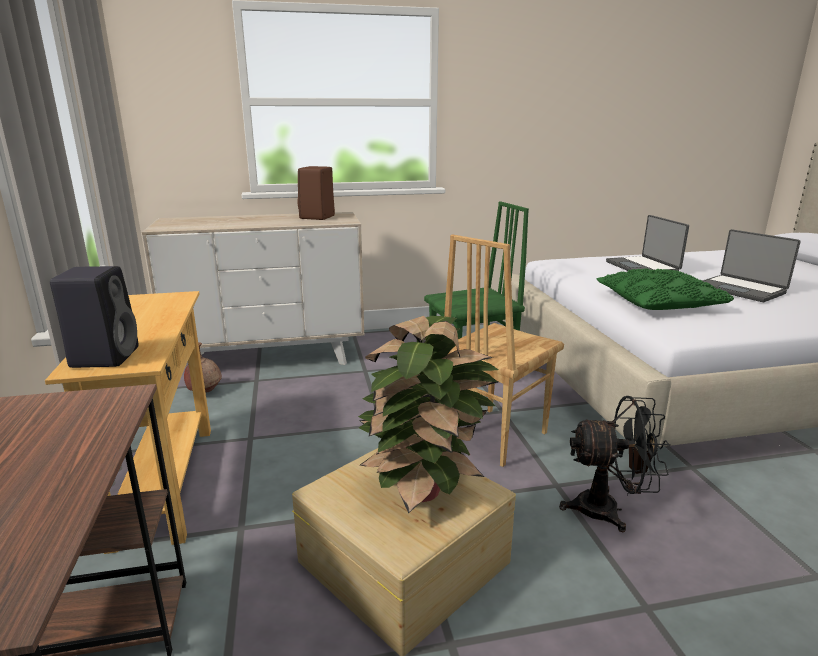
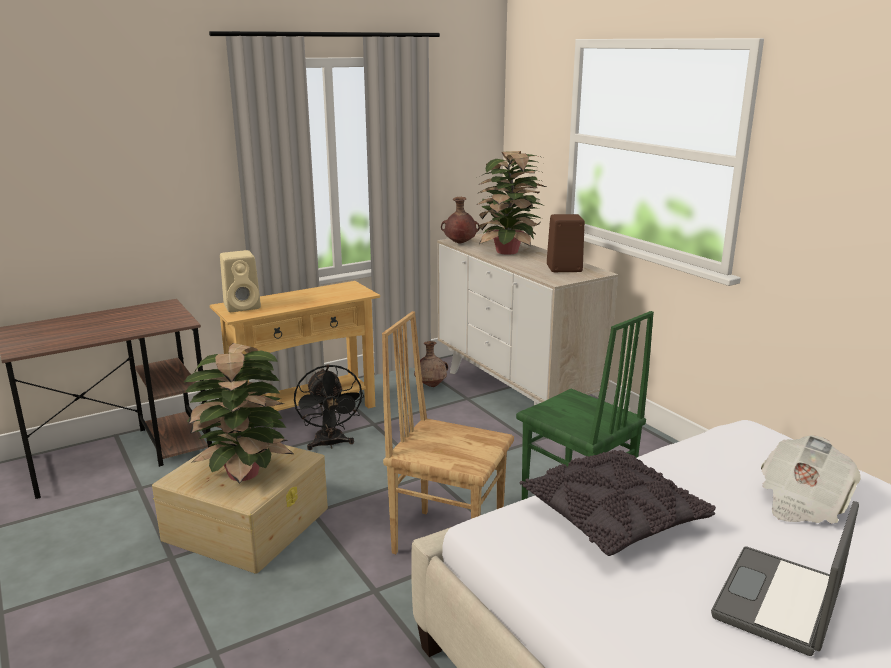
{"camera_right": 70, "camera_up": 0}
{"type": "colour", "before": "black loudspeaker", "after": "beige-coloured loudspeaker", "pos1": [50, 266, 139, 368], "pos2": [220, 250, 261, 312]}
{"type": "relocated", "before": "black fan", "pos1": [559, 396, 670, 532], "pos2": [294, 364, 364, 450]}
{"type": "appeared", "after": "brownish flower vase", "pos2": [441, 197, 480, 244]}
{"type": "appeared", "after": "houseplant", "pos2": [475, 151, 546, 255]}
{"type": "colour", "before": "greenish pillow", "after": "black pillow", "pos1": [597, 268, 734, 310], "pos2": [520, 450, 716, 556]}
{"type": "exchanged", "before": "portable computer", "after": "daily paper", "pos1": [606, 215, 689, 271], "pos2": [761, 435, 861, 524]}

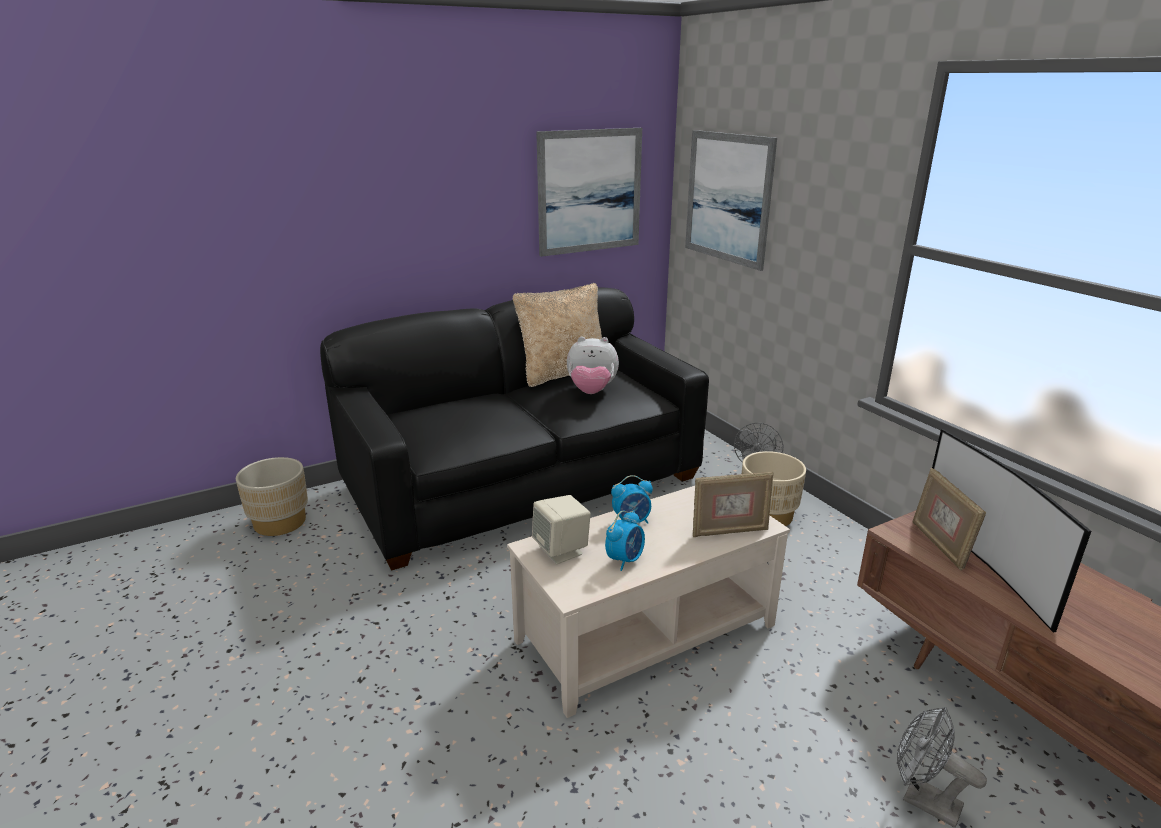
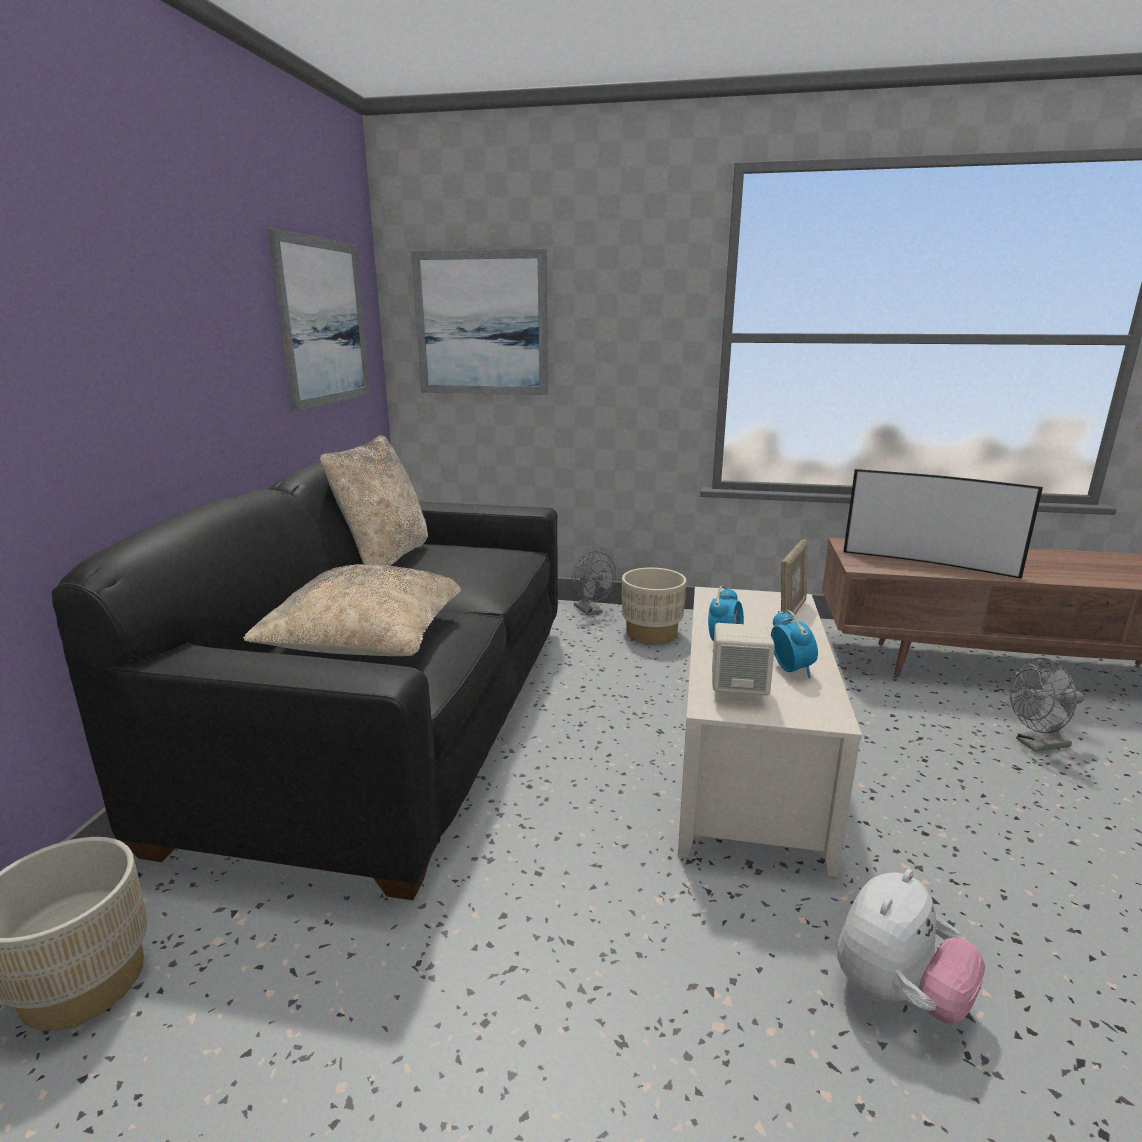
{"camera_right": -50, "camera_up": -5}
{"type": "appeared", "after": "beige-coloured pillow", "pos2": [243, 564, 461, 656]}
{"type": "relocated", "before": "plush toy", "pos1": [567, 337, 619, 394], "pos2": [837, 869, 985, 1024]}
{"type": "missing", "before": "picture frame", "pos1": [912, 468, 986, 570]}

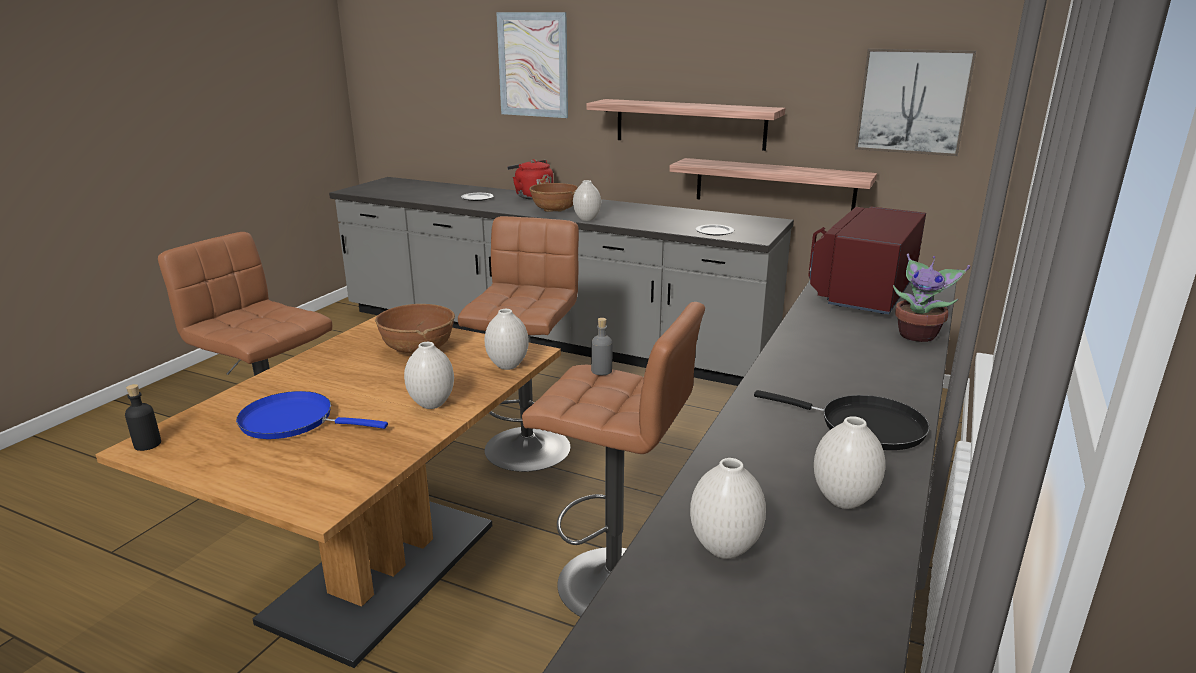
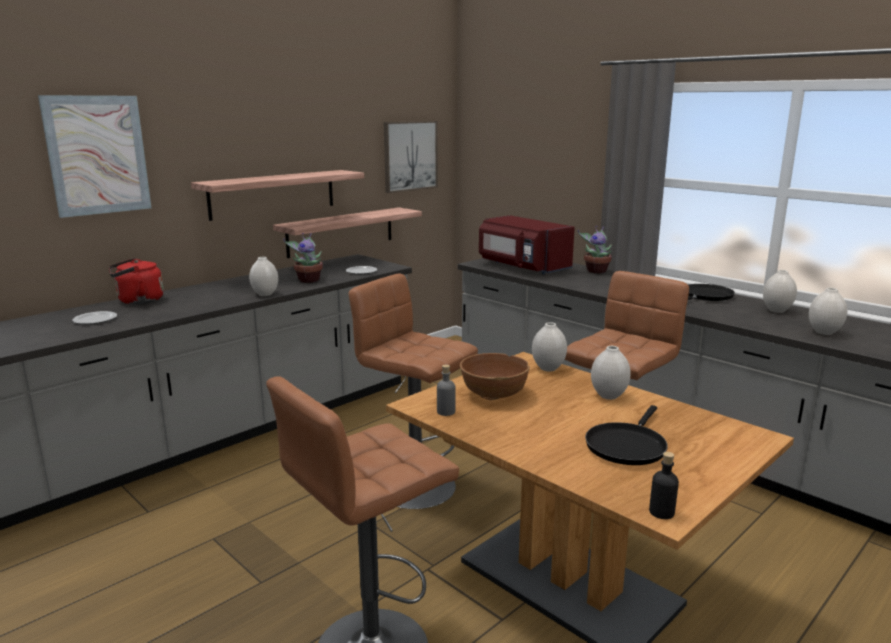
{"camera_right": -70, "camera_up": -5}
{"type": "appeared", "after": "houseplant", "pos2": [283, 233, 323, 283]}
{"type": "relocated", "before": "gray bottle", "pos1": [591, 318, 613, 375], "pos2": [437, 365, 456, 416]}
{"type": "colour", "before": "blue skillet", "after": "black skillet", "pos1": [236, 391, 388, 439], "pos2": [585, 405, 668, 465]}
{"type": "missing", "before": "brownish bowl", "pos1": [529, 183, 578, 212]}

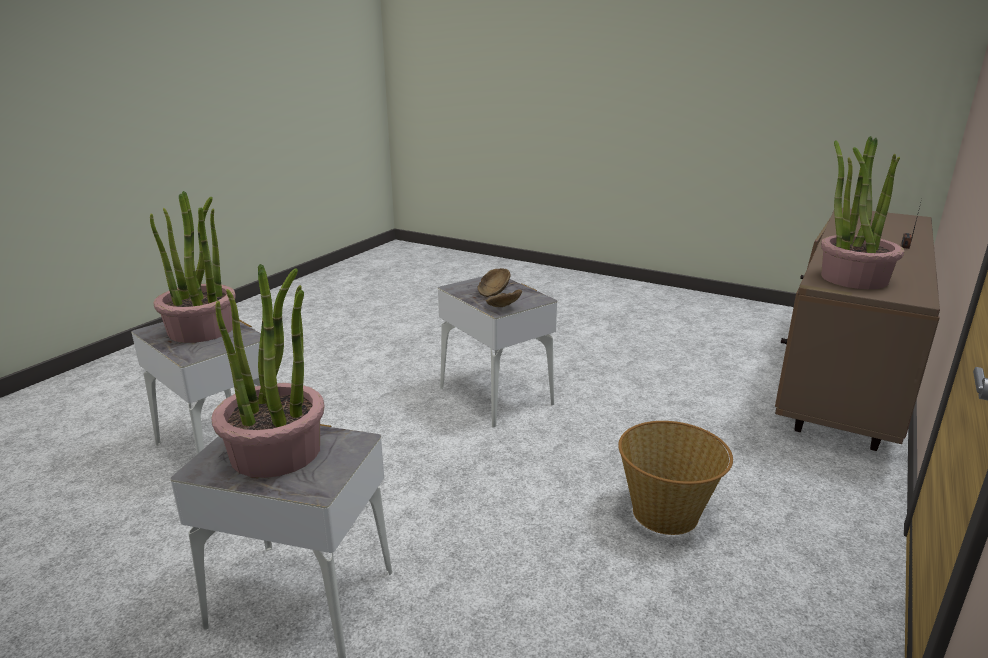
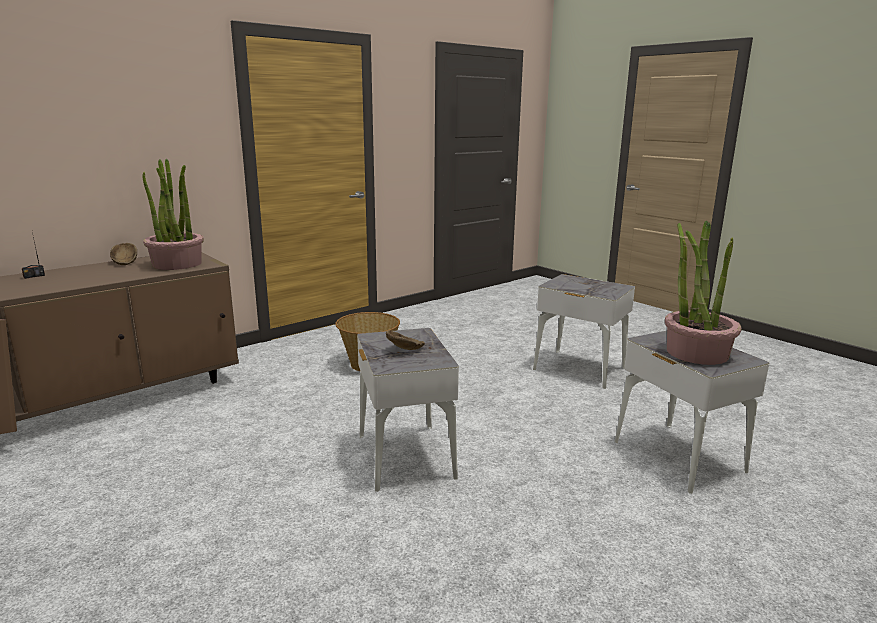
{"camera_right": -160, "camera_up": -5}
{"type": "relocated", "before": "brownish bowl", "pos1": [486, 289, 522, 307], "pos2": [110, 243, 137, 265]}
{"type": "missing", "before": "houseplant", "pos1": [211, 264, 325, 478]}

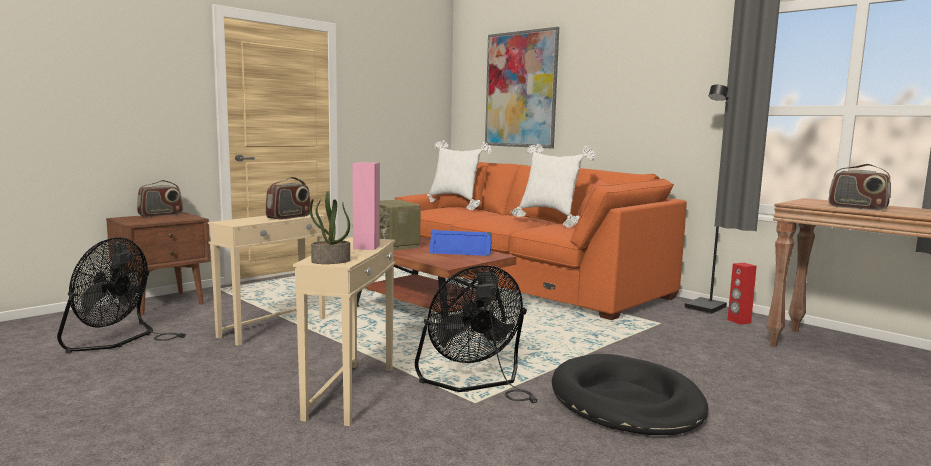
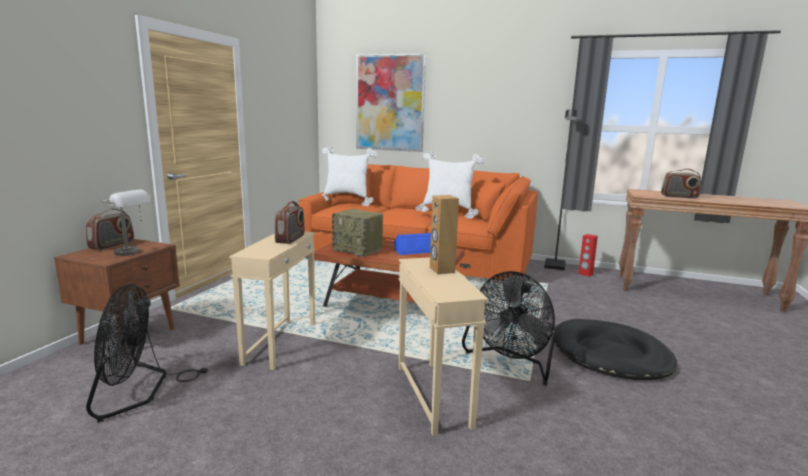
{"camera_right": -25, "camera_up": 5}
{"type": "appeared", "after": "gray table lamp", "pos2": [101, 189, 152, 256]}
{"type": "colour", "before": "pink-coloured loudspeaker", "after": "brownish loudspeaker", "pos1": [352, 162, 380, 250], "pos2": [430, 195, 459, 274]}
{"type": "spun", "before": "black fan", "pos1": [415, 265, 537, 403], "pos2": [462, 271, 559, 385], "turn": -90}
{"type": "missing", "before": "houseplant", "pos1": [309, 191, 350, 264]}

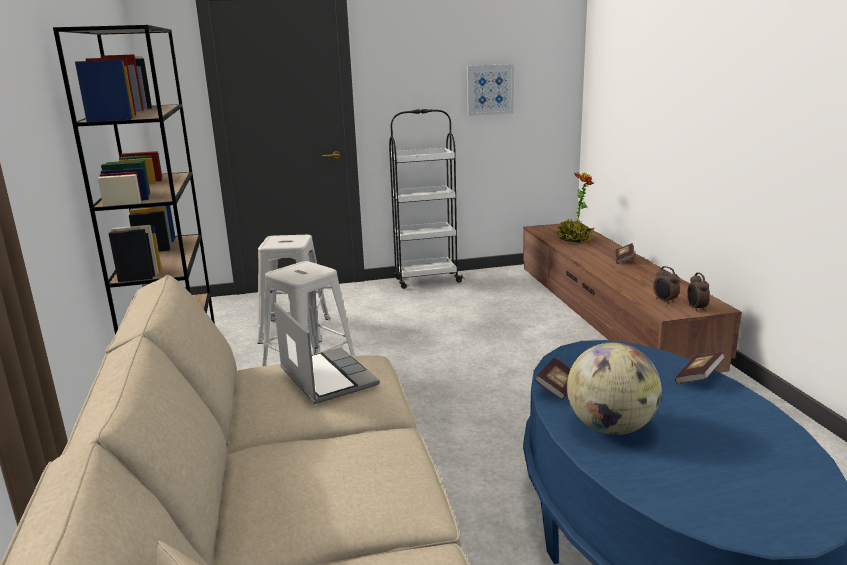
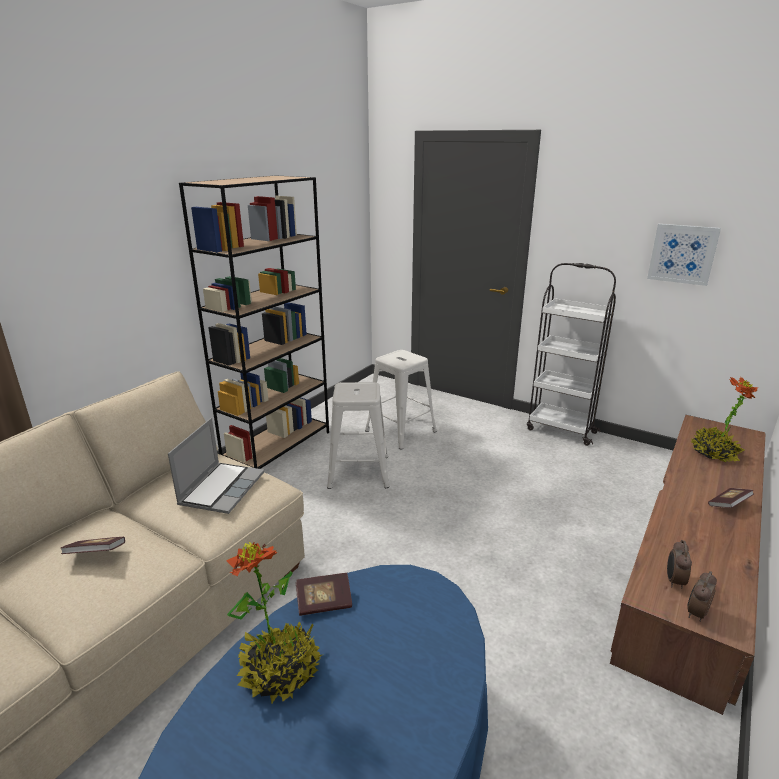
{"camera_right": 45, "camera_up": 5}
{"type": "relocated", "before": "book", "pos1": [675, 352, 726, 383], "pos2": [61, 537, 125, 554]}
{"type": "exchanged", "before": "globe", "after": "houseplant", "pos1": [567, 342, 662, 435], "pos2": [226, 542, 322, 703]}

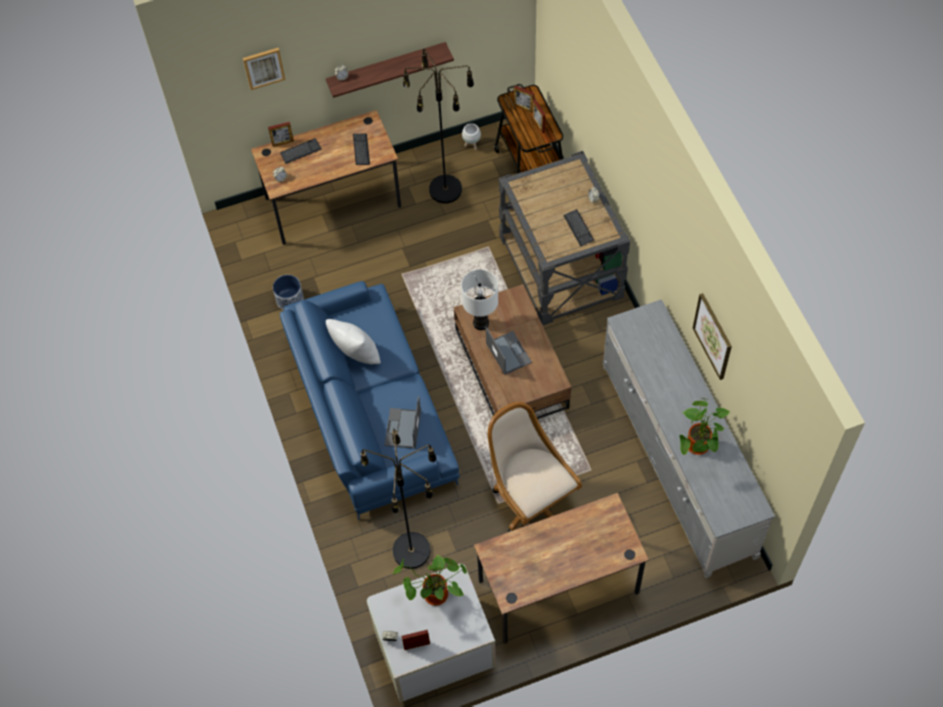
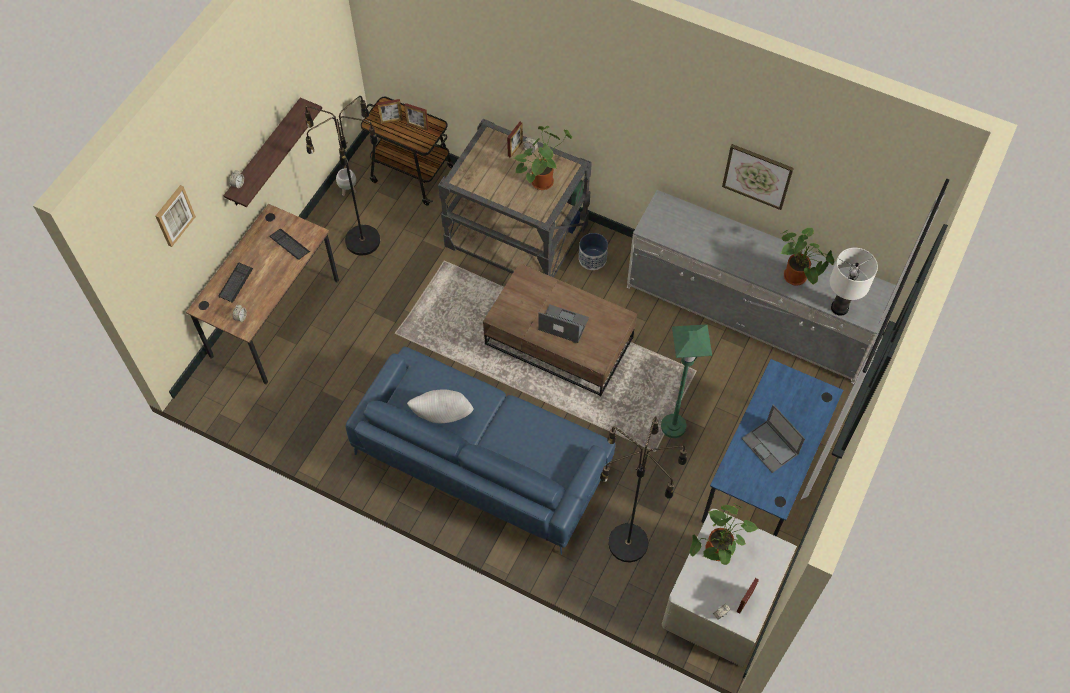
{"camera_right": -45, "camera_up": 0}
{"type": "relocated", "before": "picture frame", "pos1": [268, 122, 294, 147], "pos2": [507, 122, 523, 158]}
{"type": "exchanged", "before": "computer keyboard", "after": "houseplant", "pos1": [563, 209, 594, 247], "pos2": [514, 126, 572, 190]}
{"type": "relocated", "before": "flower pot", "pos1": [273, 275, 304, 310], "pos2": [579, 233, 608, 270]}
{"type": "exchanged", "before": "office chair", "after": "greenish floor lamp", "pos1": [488, 402, 582, 532], "pos2": [661, 324, 712, 438]}
{"type": "colour", "before": "brownish desk unit", "after": "blue desk unit", "pos1": [474, 493, 649, 644], "pos2": [701, 359, 843, 537]}
{"type": "relocated", "before": "portable computer", "pos1": [384, 396, 421, 449], "pos2": [742, 404, 805, 473]}
{"type": "relocated", "before": "white table lamp", "pos1": [461, 269, 498, 330], "pos2": [830, 248, 878, 316]}

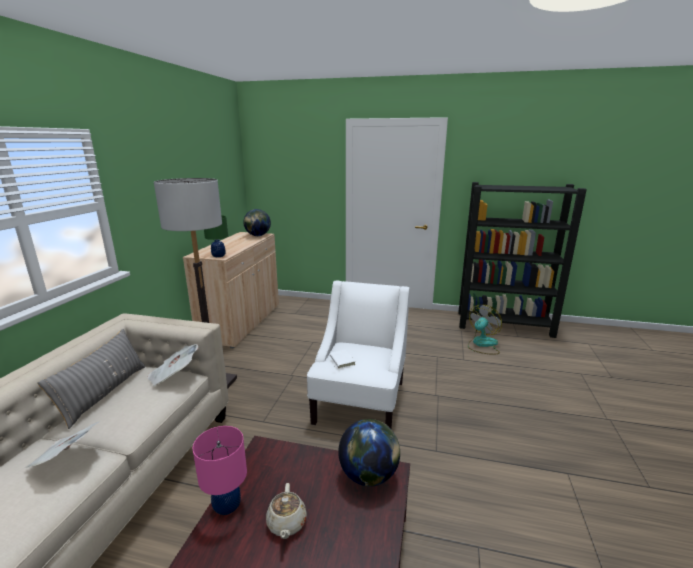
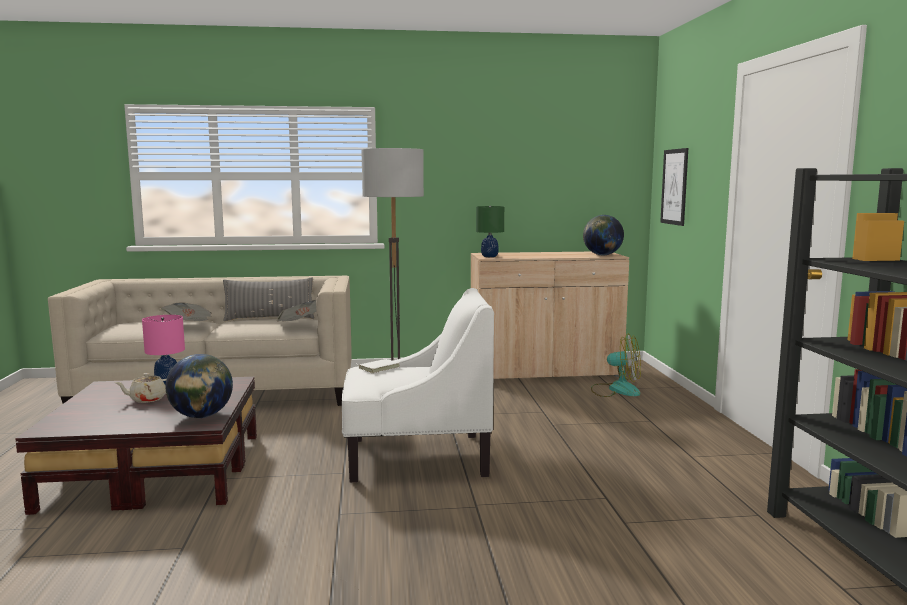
{"camera_right": 70, "camera_up": -10}
{"type": "relocated", "before": "fan", "pos1": [468, 305, 502, 355], "pos2": [591, 333, 641, 397]}
{"type": "appeared", "after": "picture", "pos2": [660, 148, 688, 226]}

